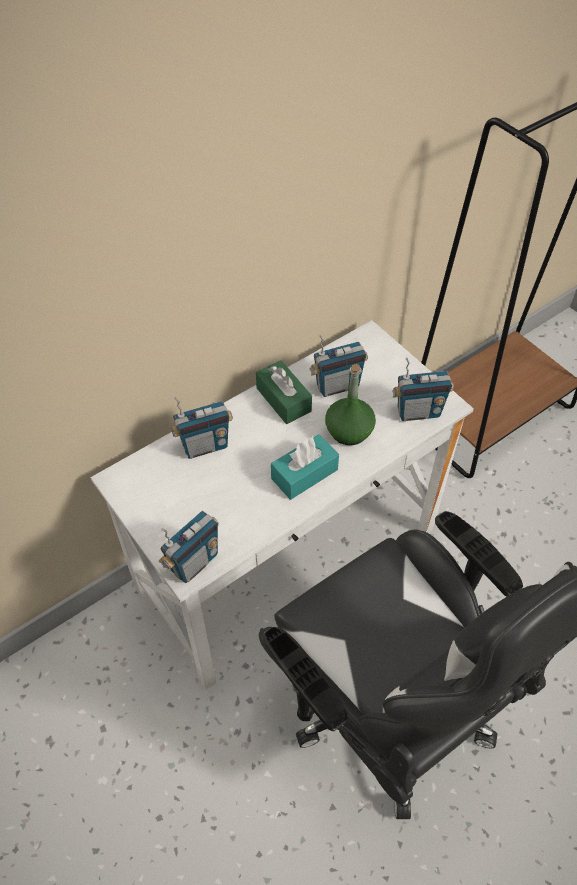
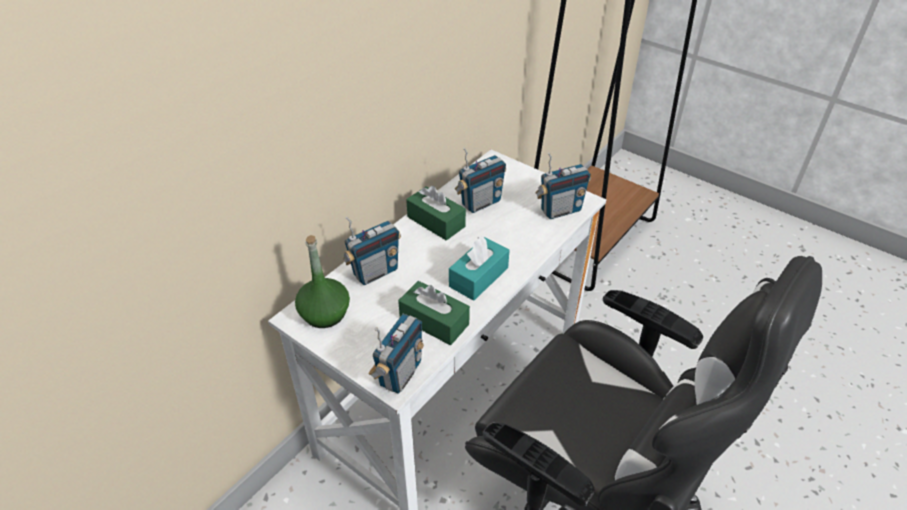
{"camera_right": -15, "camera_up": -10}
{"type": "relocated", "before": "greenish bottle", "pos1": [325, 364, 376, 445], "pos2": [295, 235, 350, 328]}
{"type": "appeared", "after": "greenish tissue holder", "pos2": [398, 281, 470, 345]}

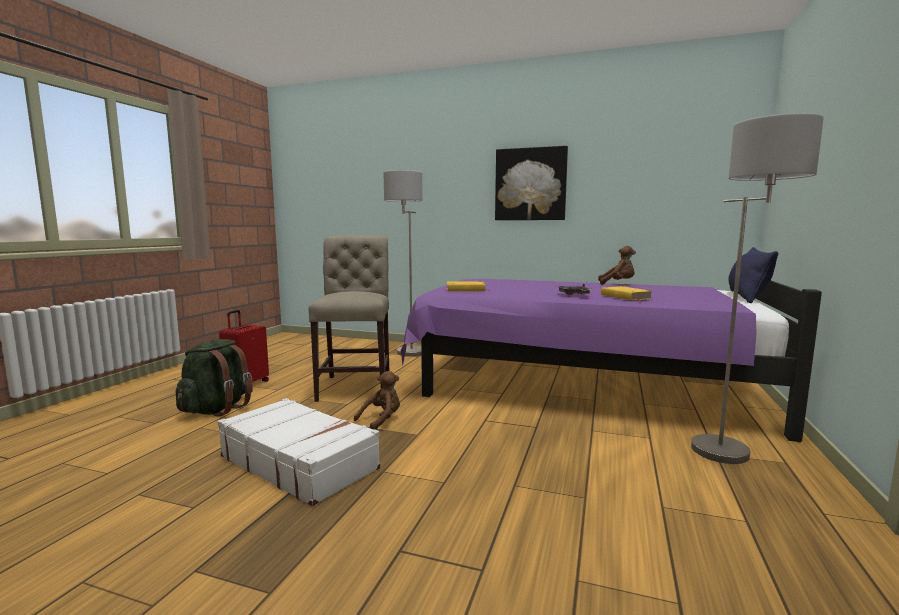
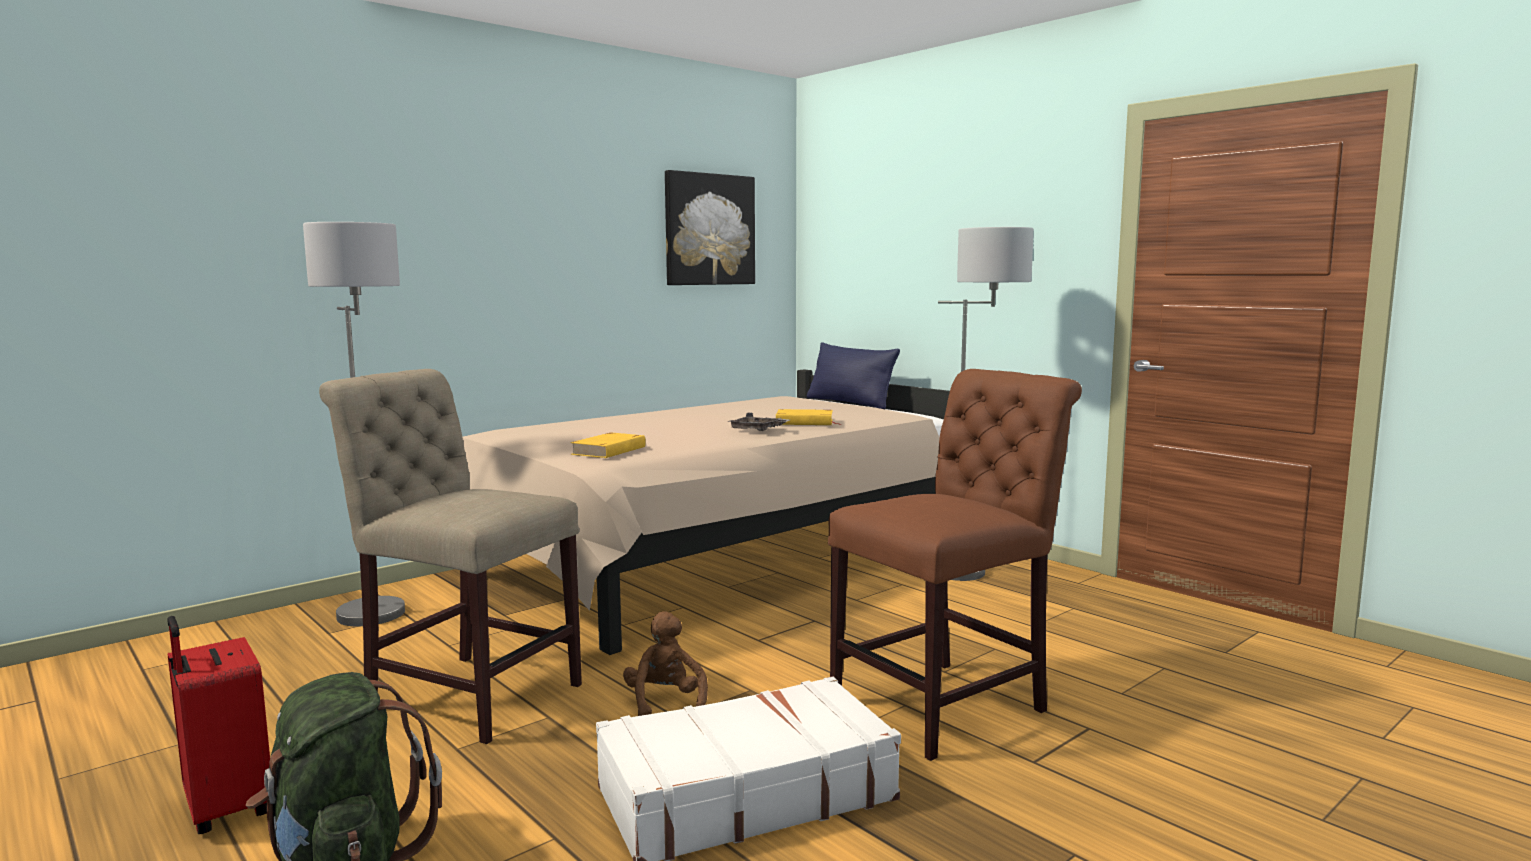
{"camera_right": -60, "camera_up": 0}
{"type": "colour", "before": "purple-coloured sleeping bed", "after": "beige-coloured sleeping bed", "pos1": [401, 279, 822, 442], "pos2": [462, 369, 950, 655]}
{"type": "relocated", "before": "picture", "pos1": [495, 146, 568, 220], "pos2": [665, 170, 755, 285]}
{"type": "appeared", "after": "brownish chair", "pos2": [828, 369, 1082, 761]}
{"type": "missing", "before": "brownish plush toy", "pos1": [598, 246, 636, 285]}

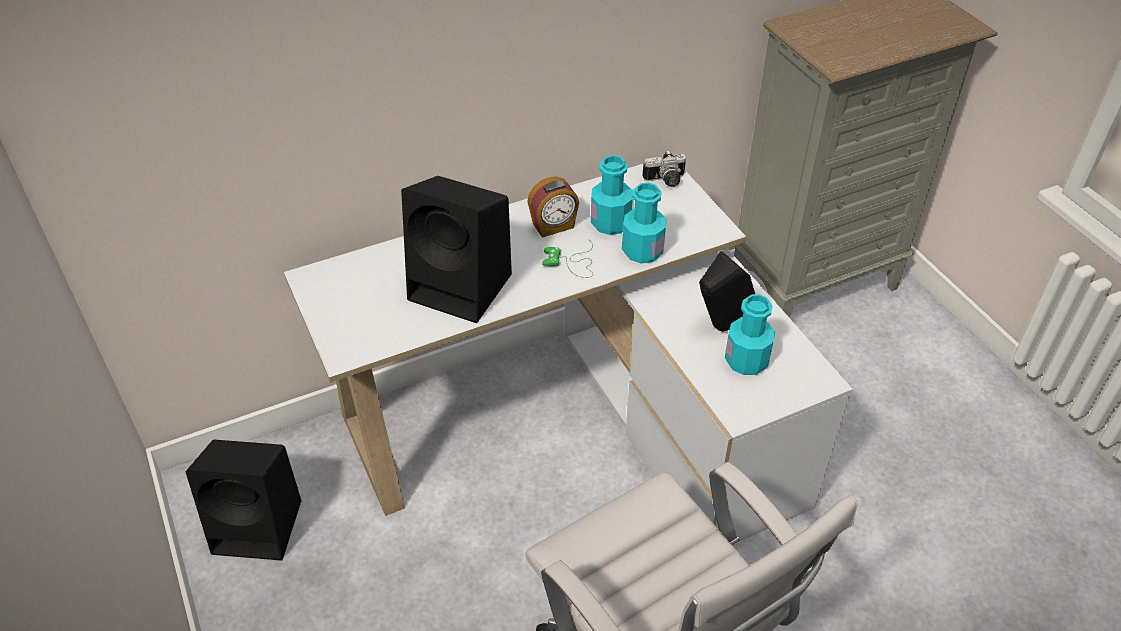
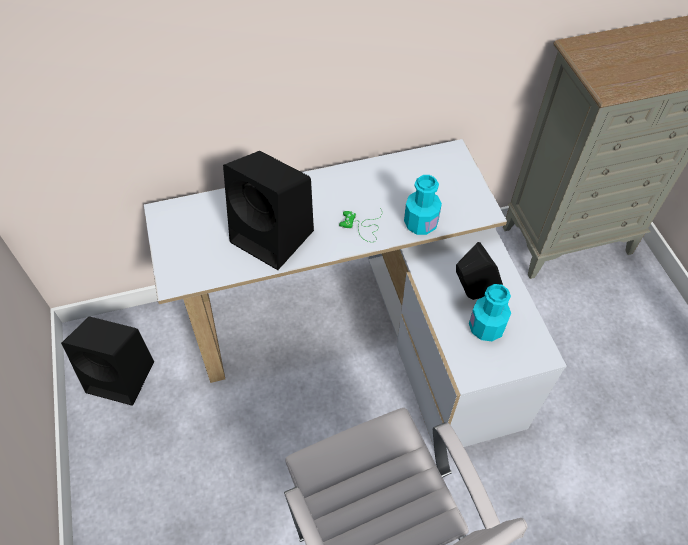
{"camera_right": 10, "camera_up": 10}
{"type": "missing", "before": "alarm clock", "pos1": [527, 176, 579, 238]}
{"type": "missing", "before": "turquoise bottle", "pos1": [591, 155, 633, 235]}
{"type": "missing", "before": "still camera", "pos1": [643, 150, 686, 187]}

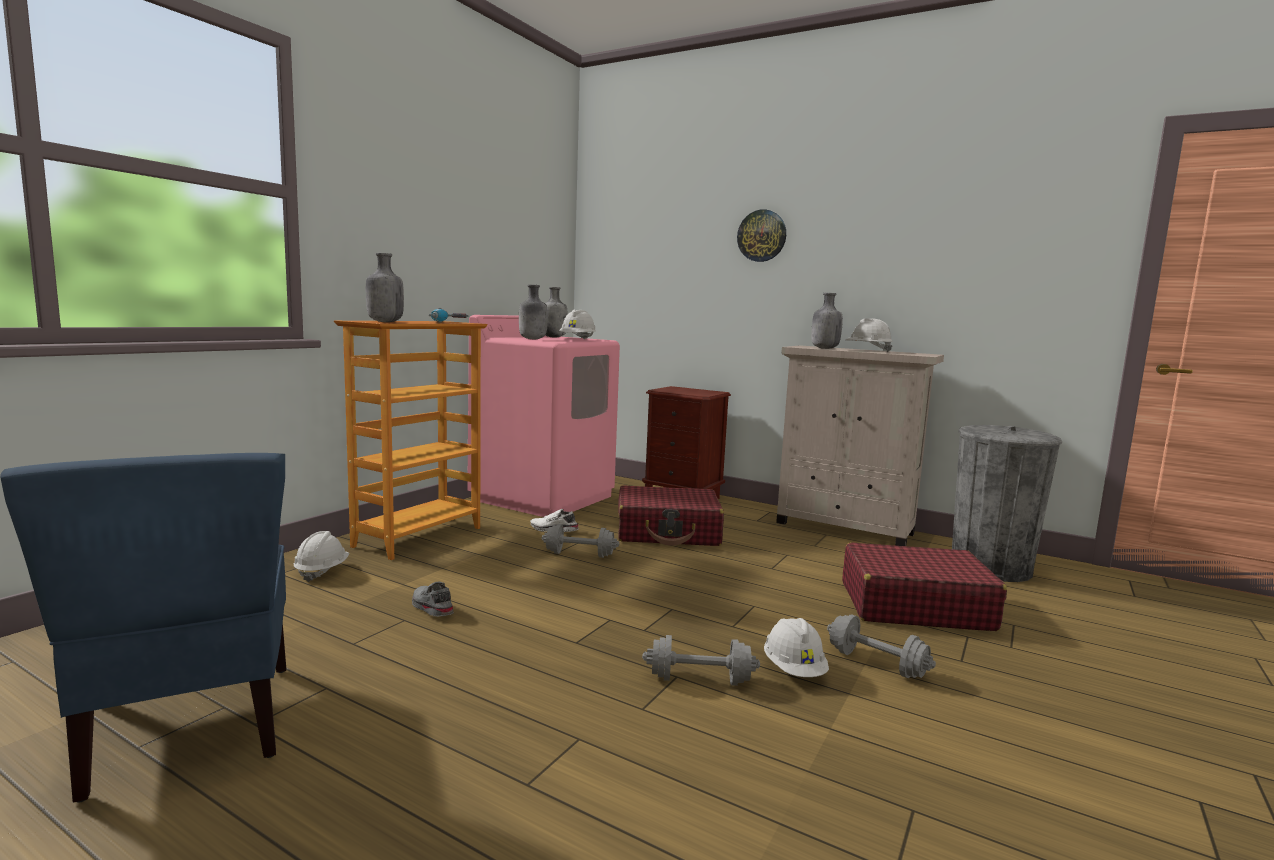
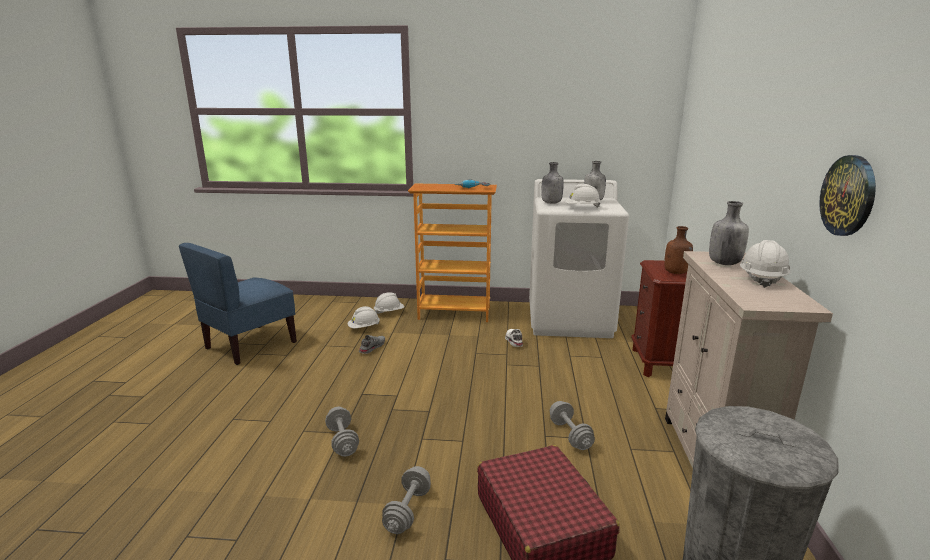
{"camera_right": 65, "camera_up": 10}
{"type": "relocated", "before": "white hard hat", "pos1": [764, 618, 829, 677], "pos2": [348, 306, 380, 328]}
{"type": "colour", "before": "pink-coloured laundry machine", "after": "white laundry machine", "pos1": [467, 315, 620, 517], "pos2": [529, 179, 629, 338]}
{"type": "relocated", "before": "gray hand weight", "pos1": [542, 524, 619, 558], "pos2": [550, 401, 595, 450]}
{"type": "appeared", "after": "brownish bottle", "pos2": [664, 226, 693, 274]}
{"type": "relocated", "before": "clock on the wall", "pos1": [737, 209, 786, 262], "pos2": [819, 155, 876, 236]}
{"type": "missing", "before": "gray bottle", "pos1": [366, 253, 404, 322]}
{"type": "missing", "before": "red-coloured travel case", "pos1": [618, 485, 724, 546]}

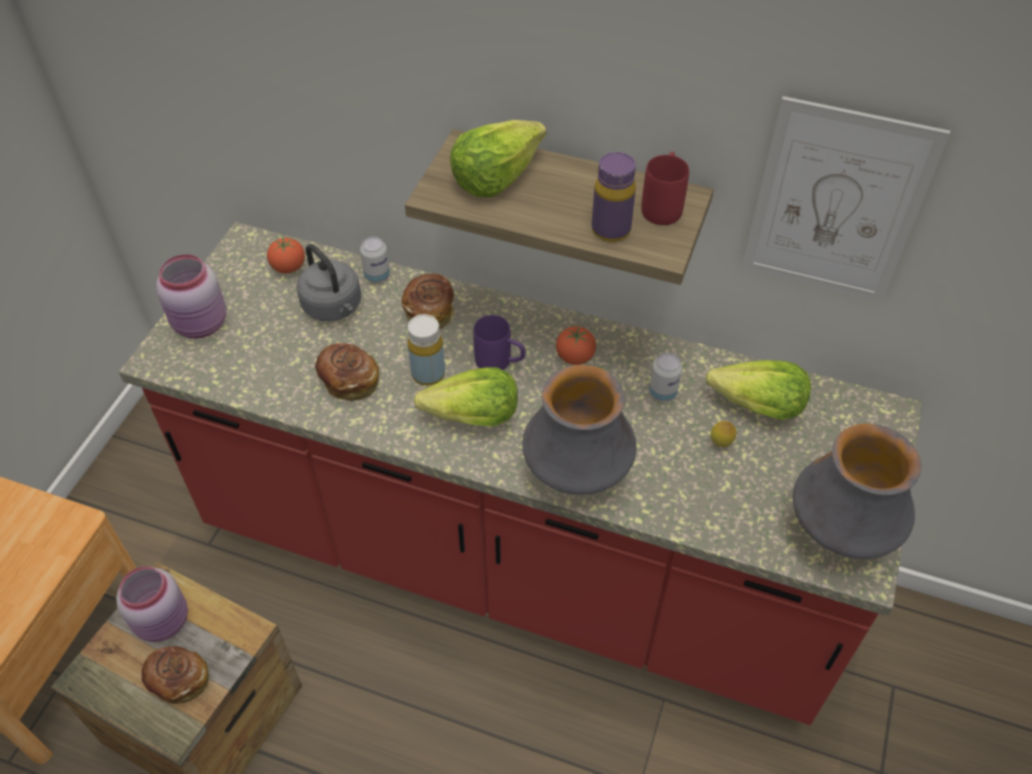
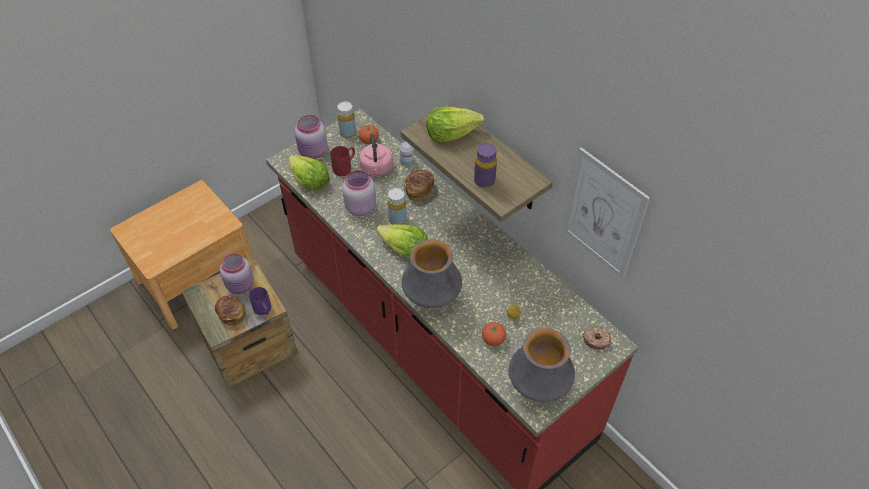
{"camera_right": 30, "camera_up": 0}
{"type": "relocated", "before": "purple-coloured coffee mug", "pos1": [473, 315, 525, 370], "pos2": [249, 287, 271, 315]}
{"type": "relocated", "before": "head of lettuce", "pos1": [706, 360, 811, 420], "pos2": [288, 155, 330, 191]}
{"type": "relocated", "before": "red-coloured coffee mug", "pos1": [641, 152, 689, 225], "pos2": [330, 146, 355, 176]}
{"type": "appeared", "after": "yellow-coloured bottle", "pos2": [337, 101, 356, 138]}
{"type": "exchanged", "before": "bread", "after": "pink-coloured preserve jar", "pos1": [315, 343, 379, 401], "pos2": [342, 170, 376, 216]}
{"type": "colour", "before": "gray tea kettle", "after": "pink-coloured tea kettle", "pos1": [297, 244, 361, 321], "pos2": [359, 133, 393, 176]}
{"type": "relocated", "before": "fresh tomato", "pos1": [556, 326, 596, 365], "pos2": [482, 322, 506, 346]}
{"type": "appeared", "after": "doughnut", "pos2": [583, 328, 611, 350]}
{"type": "missing", "before": "can", "pos1": [649, 353, 682, 402]}

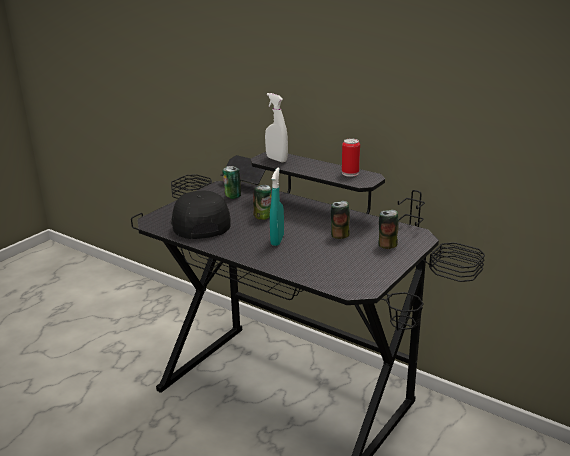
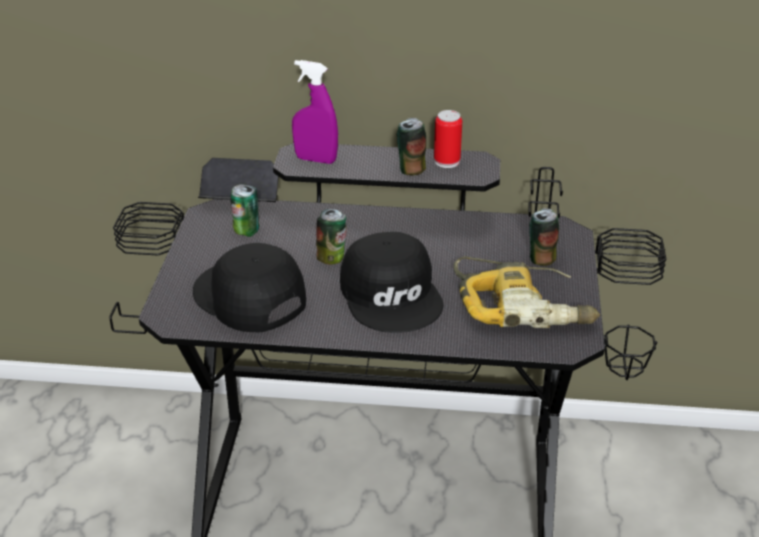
{"camera_right": -30, "camera_up": 10}
{"type": "colour", "before": "white spray bottle", "after": "purple-coloured spray bottle", "pos1": [265, 93, 288, 162], "pos2": [292, 60, 338, 164]}
{"type": "exchanged", "before": "turquoise spray bottle", "after": "black cap", "pos1": [270, 168, 284, 246], "pos2": [340, 232, 443, 333]}
{"type": "relocated", "before": "can", "pos1": [331, 201, 350, 239], "pos2": [397, 118, 426, 175]}
{"type": "appeared", "after": "electric drill", "pos2": [454, 257, 600, 328]}

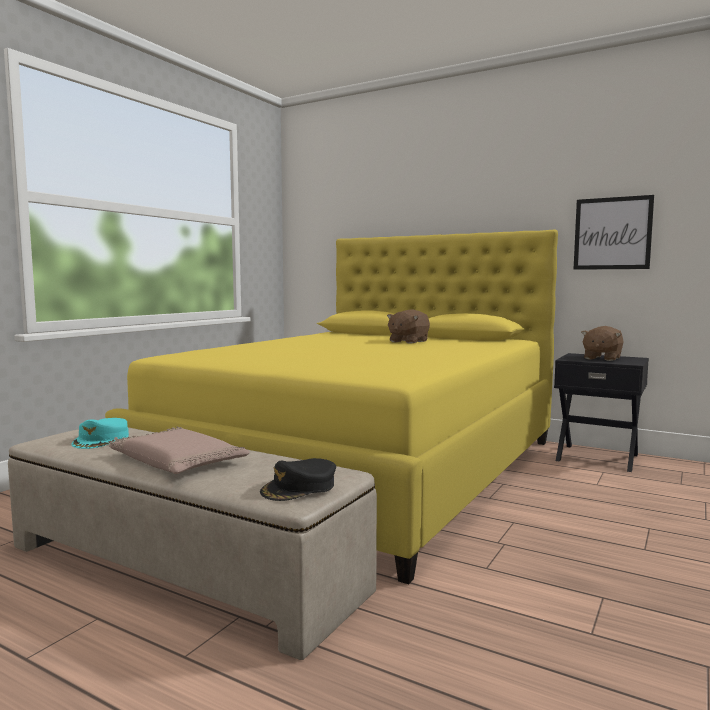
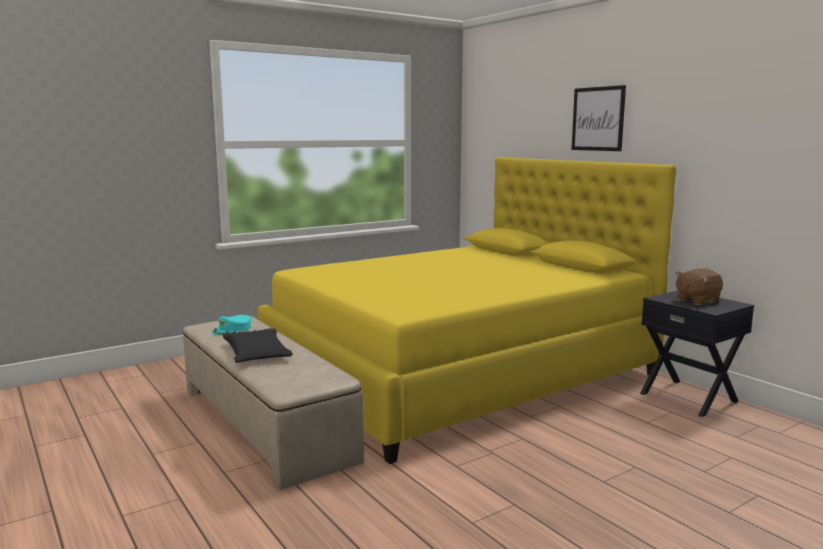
{"camera_right": 25, "camera_up": 5}
{"type": "colour", "before": "beige-coloured pillow", "after": "black pillow", "pos1": [109, 427, 250, 474], "pos2": [223, 328, 293, 363]}
{"type": "relocated", "before": "picture", "pos1": [573, 195, 654, 270], "pos2": [572, 85, 626, 151]}
{"type": "missing", "before": "black cap", "pos1": [260, 458, 336, 501]}
{"type": "missing", "before": "brownish plush toy", "pos1": [387, 309, 430, 344]}

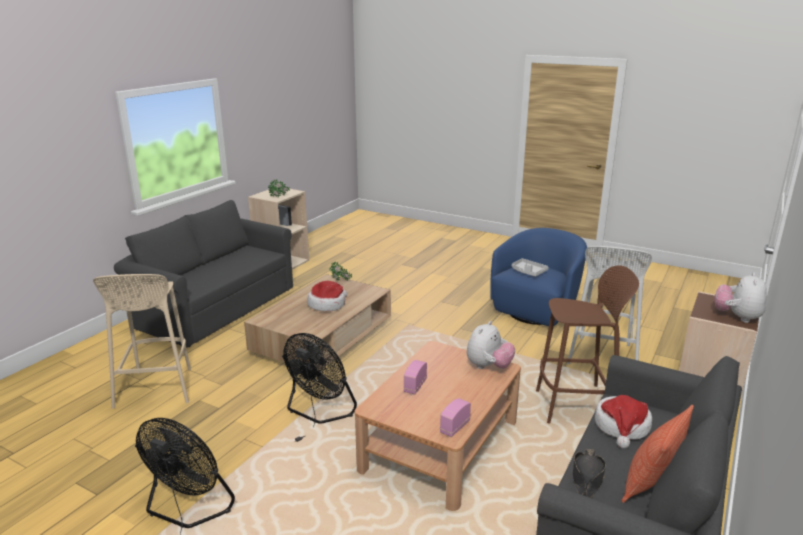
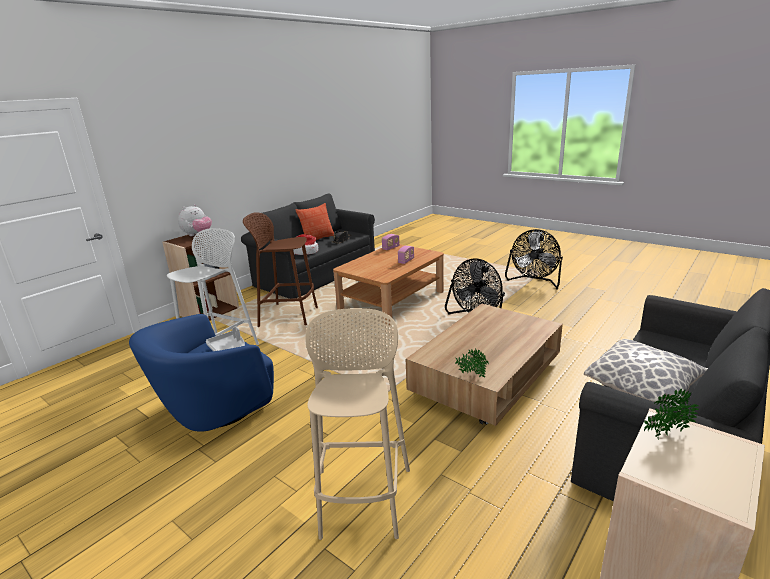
{"camera_right": -170, "camera_up": 0}
{"type": "relocated", "before": "beige-coloured sitting stool", "pos1": [93, 274, 191, 409], "pos2": [305, 308, 410, 540]}
{"type": "appeared", "after": "pillow", "pos2": [584, 339, 708, 410]}
{"type": "missing", "before": "wearable hat", "pos1": [307, 281, 347, 311]}
{"type": "missing", "before": "plush toy", "pos1": [467, 321, 515, 369]}

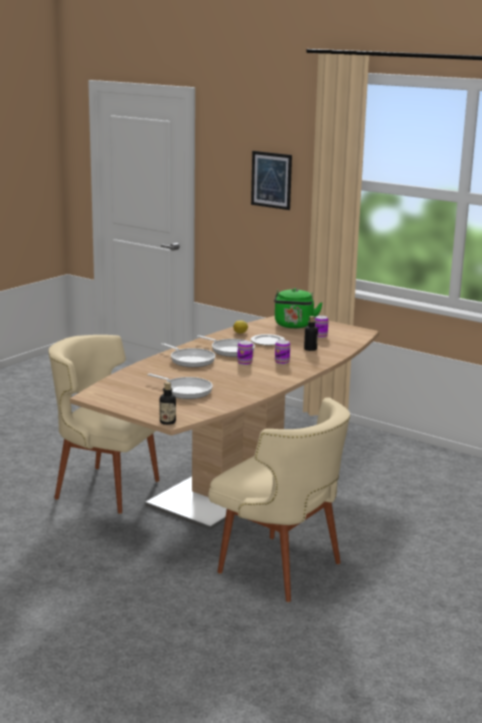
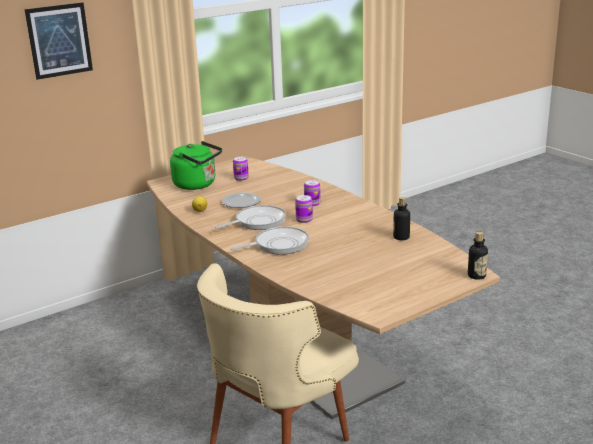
{"camera_right": -70, "camera_up": 5}
{"type": "relocated", "before": "bottle", "pos1": [304, 316, 318, 351], "pos2": [393, 197, 410, 240]}
{"type": "missing", "before": "skillet", "pos1": [148, 373, 213, 399]}
{"type": "missing", "before": "beige-coloured chair", "pos1": [208, 398, 350, 603]}

